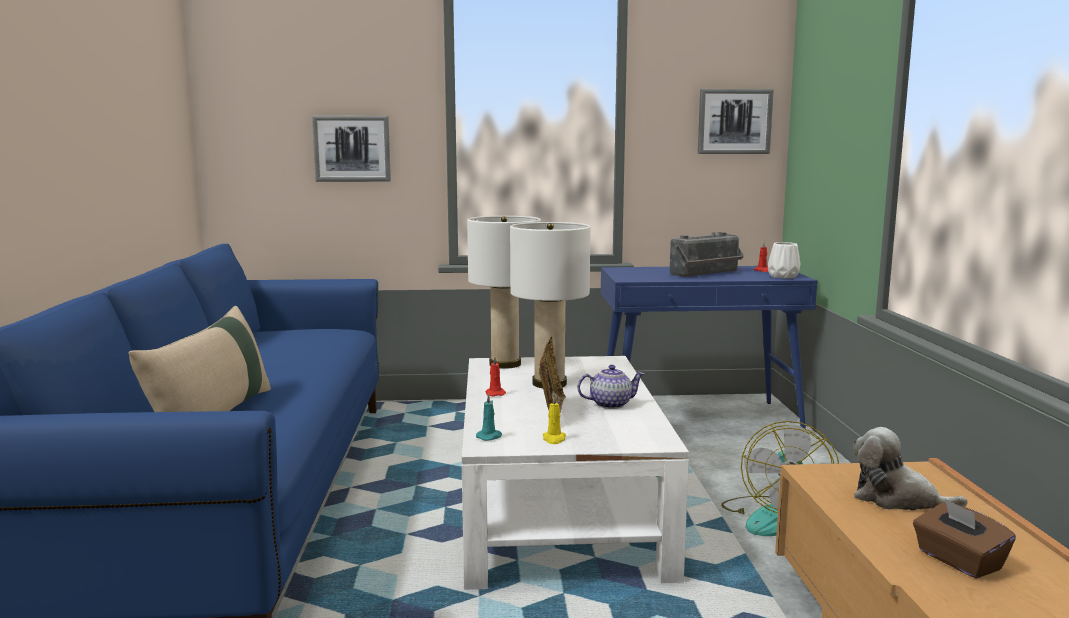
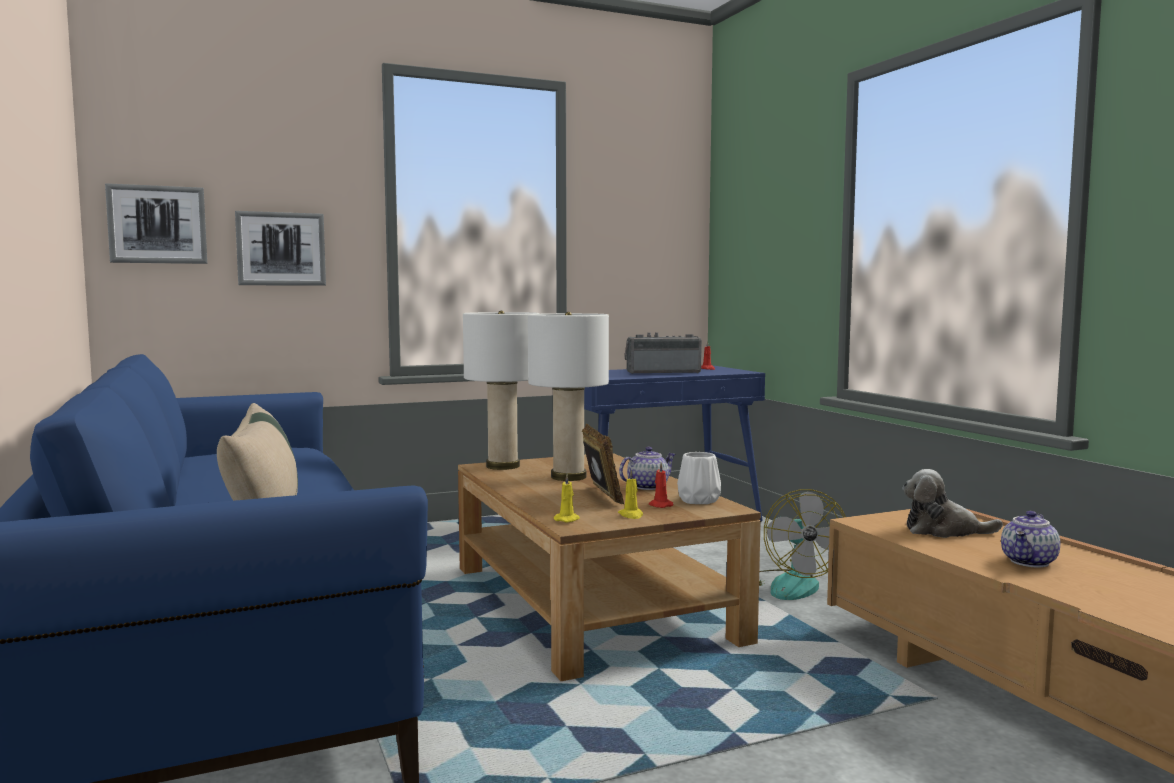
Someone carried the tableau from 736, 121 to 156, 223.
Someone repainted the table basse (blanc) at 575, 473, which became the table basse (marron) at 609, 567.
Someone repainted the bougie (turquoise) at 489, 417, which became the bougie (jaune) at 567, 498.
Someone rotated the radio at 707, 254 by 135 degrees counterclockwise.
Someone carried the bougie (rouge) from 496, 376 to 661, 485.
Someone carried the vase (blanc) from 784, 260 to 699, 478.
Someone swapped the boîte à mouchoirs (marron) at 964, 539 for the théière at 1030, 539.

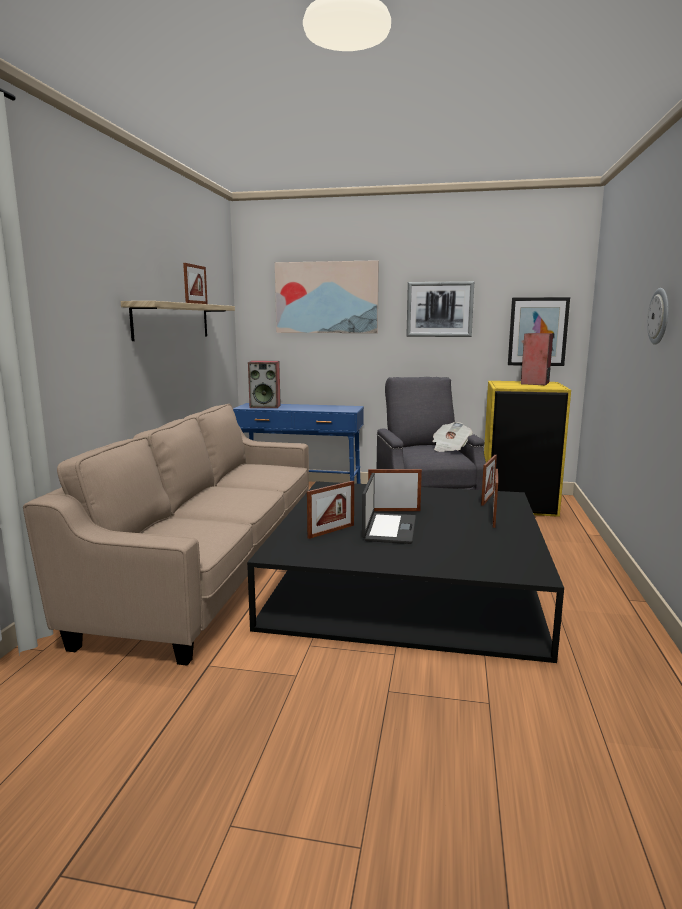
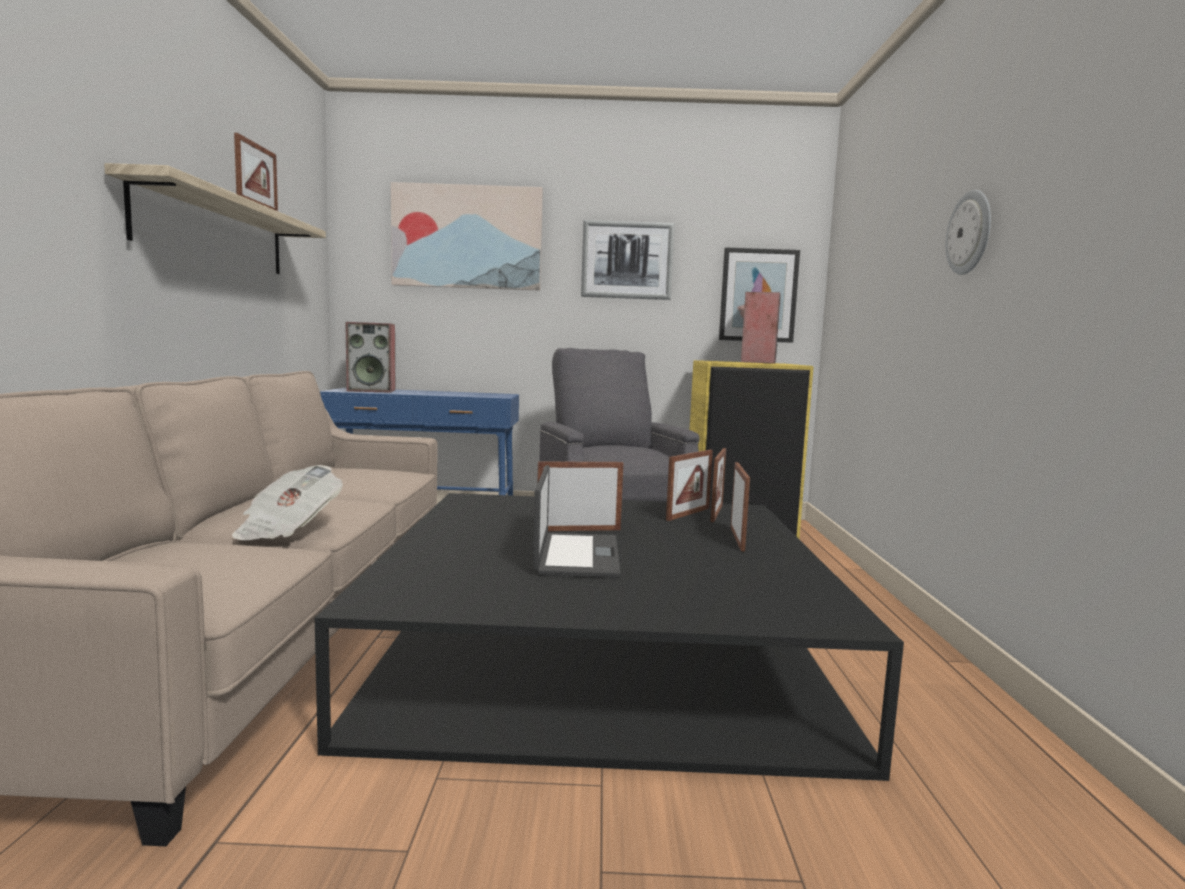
Someone carried the journal from 452, 437 to 287, 502.
Someone carried the cadre photo from 330, 510 to 689, 485.

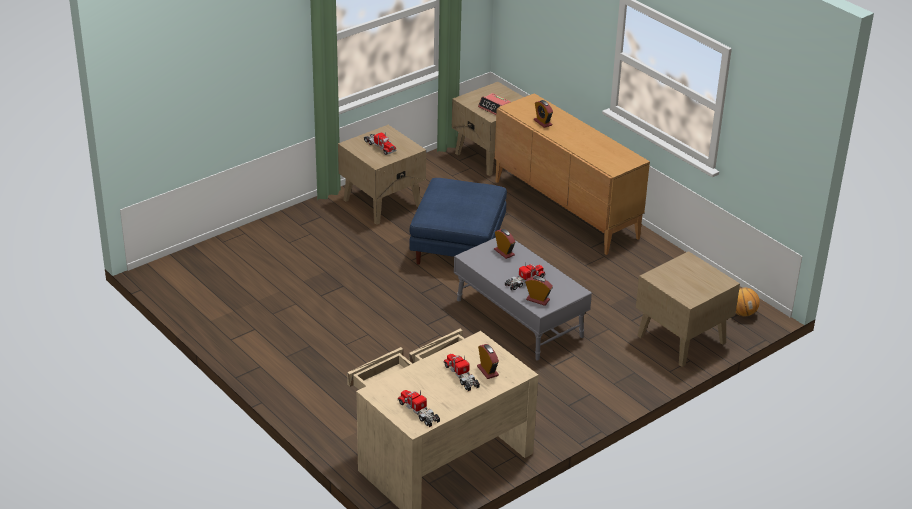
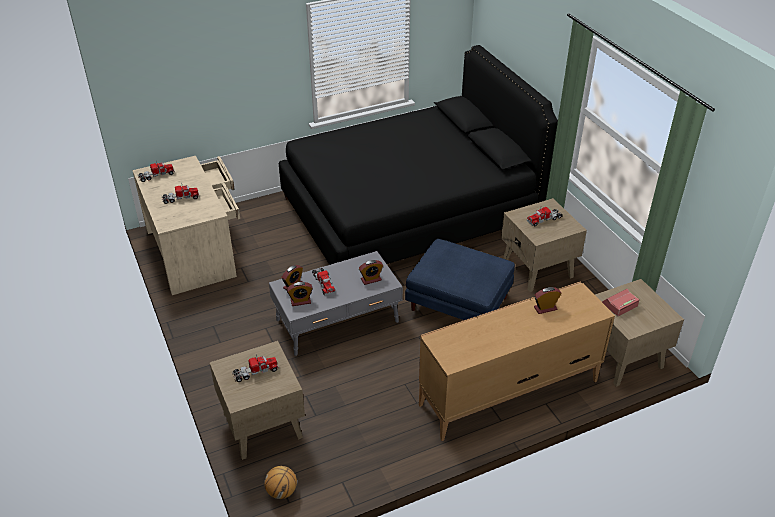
Someone put down the camion jouet at 255, 368.
Someone put down the lit (noir) at 418, 155.
Someone carried the réveil from 488, 361 to 300, 294.

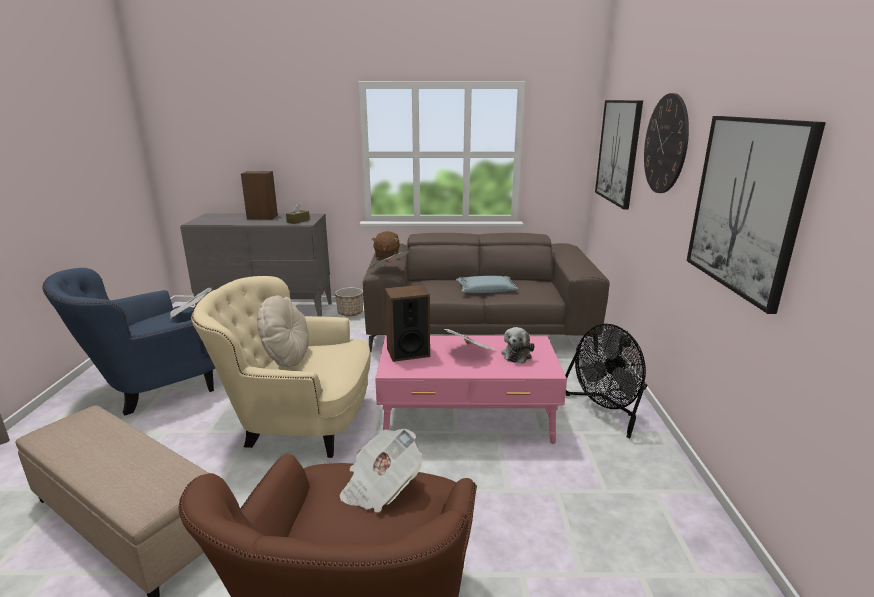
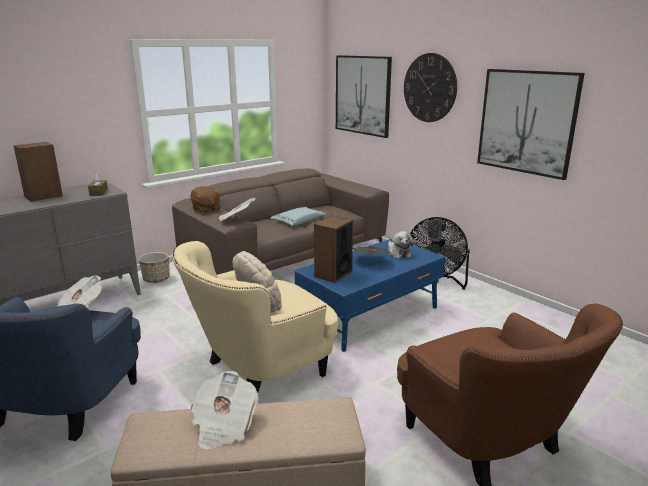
Someone carried the journal from 381, 470 to 224, 410.
Someone repainted the table basse (rose) at 471, 390, which became the table basse (bleu) at 370, 295.

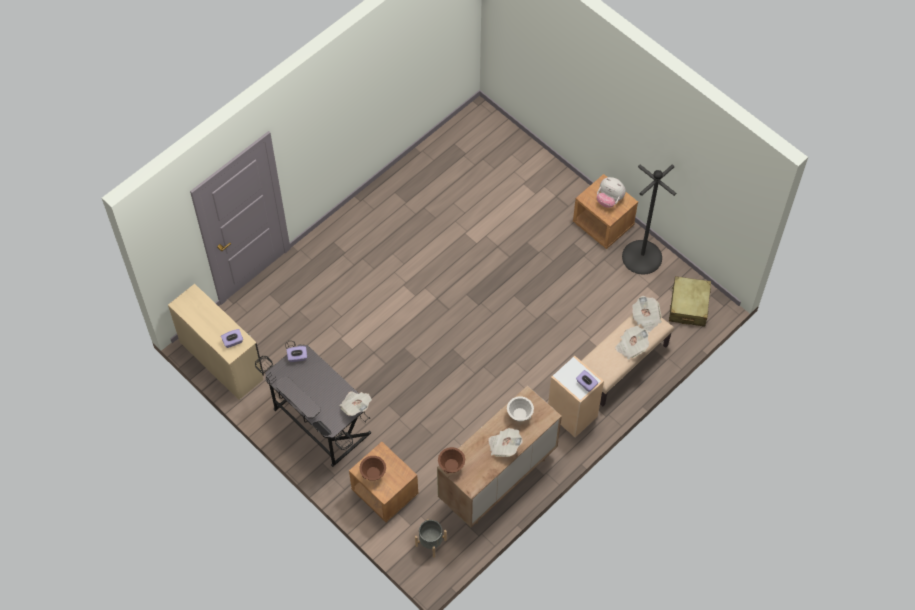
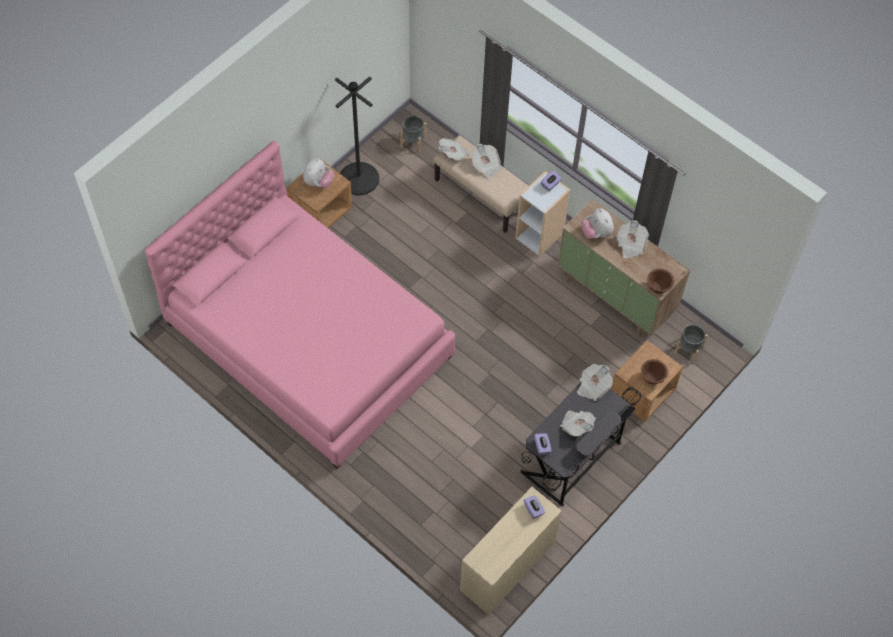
Someone put down the lit (rose) at 300, 305.
Someone swapped the valise (beige) at 690, 301 for the cache-pot (gris) at 413, 133.
Someone put down the journal at 578, 423.
Someone swapped the bol (blanc) at 520, 409 for the peluche at 597, 223.

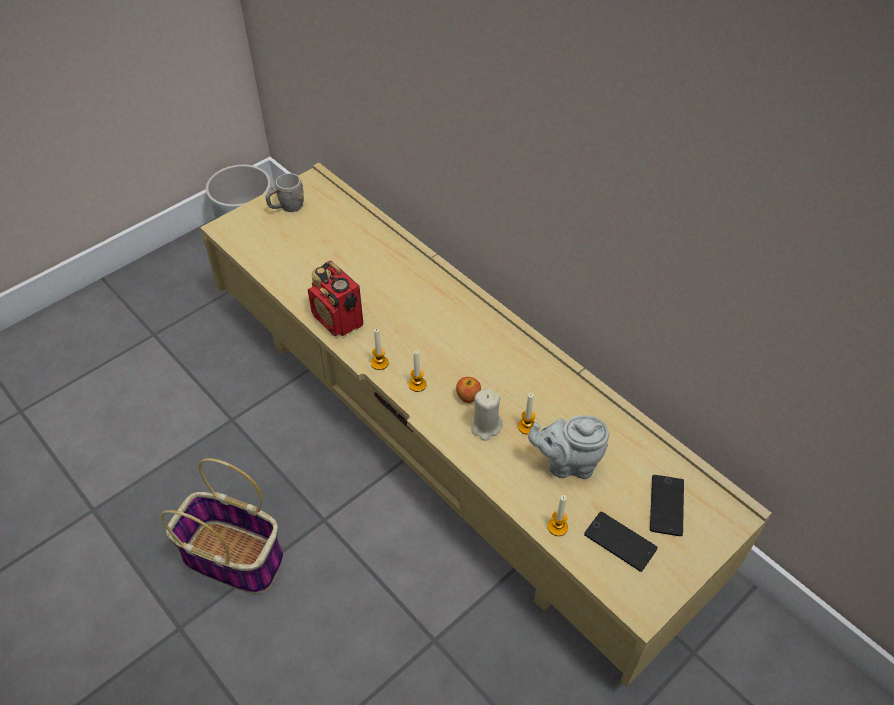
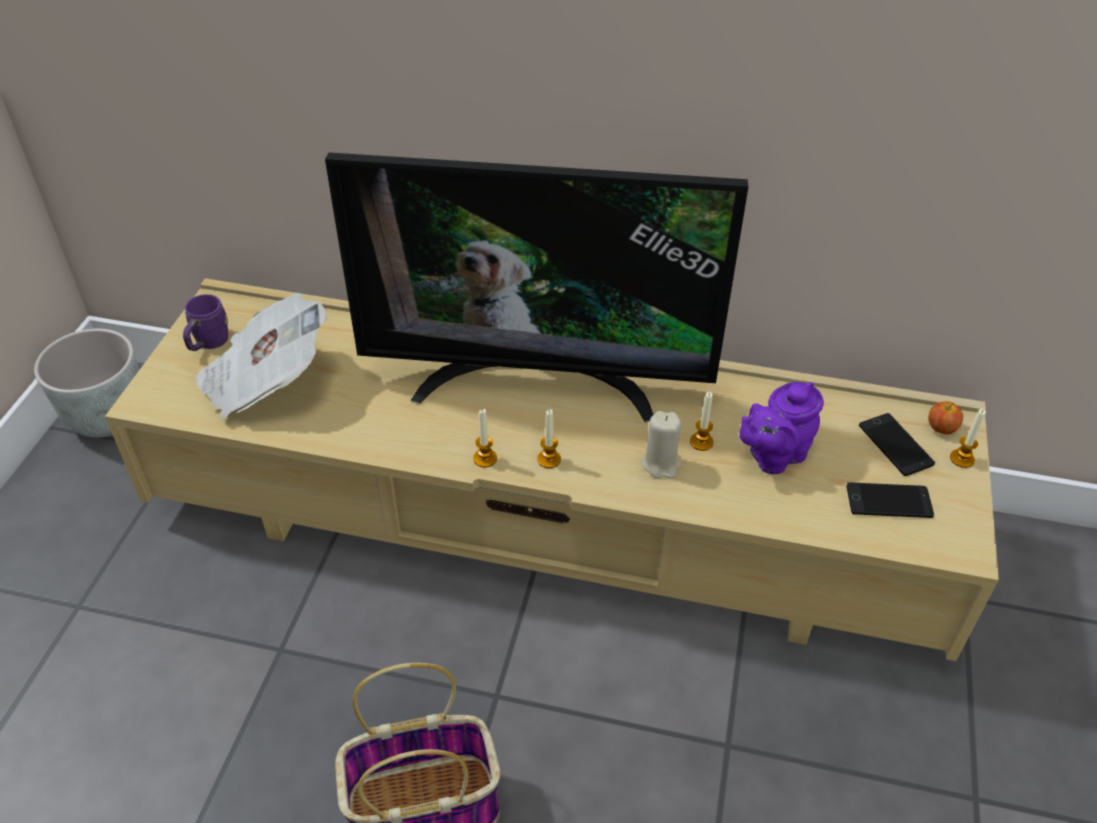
Someone repainted the mug (gris) at 285, 192, which became the mug (violet) at 205, 322.
Someone put down the journal at 261, 356.
Someone put down the téléviseur at 537, 287.
Someone repainted the théière (gris) at 568, 447, which became the théière (violet) at 782, 428.
Someone carried the pomme from 468, 390 to 945, 417.
Someone carried the bougie from 558, 515 to 968, 438.
Someone took away the radio at 335, 298.

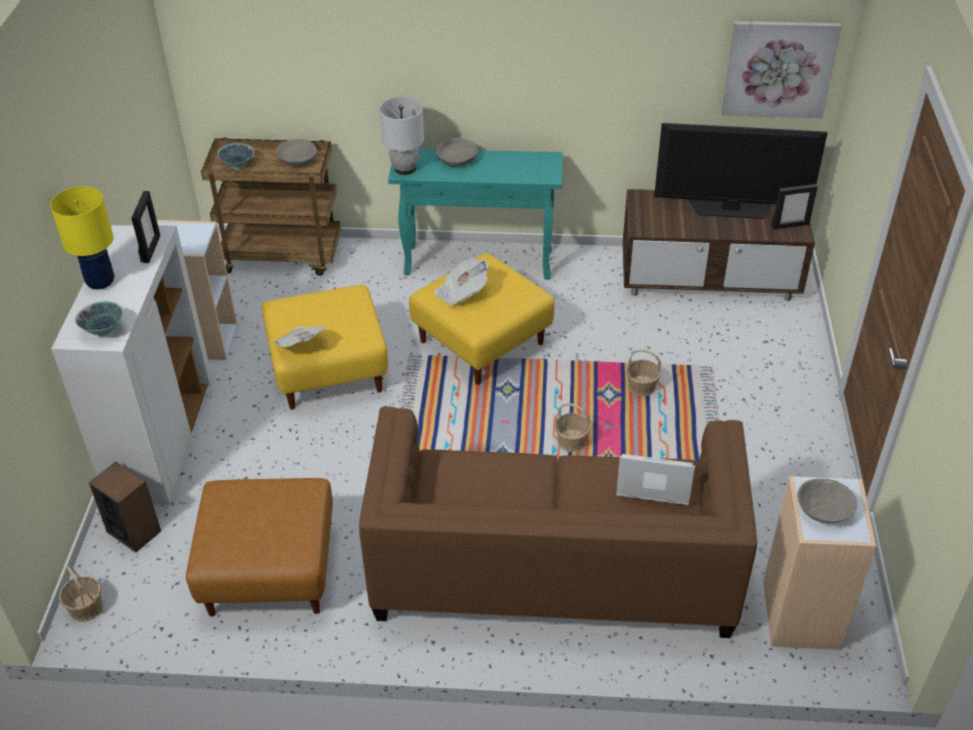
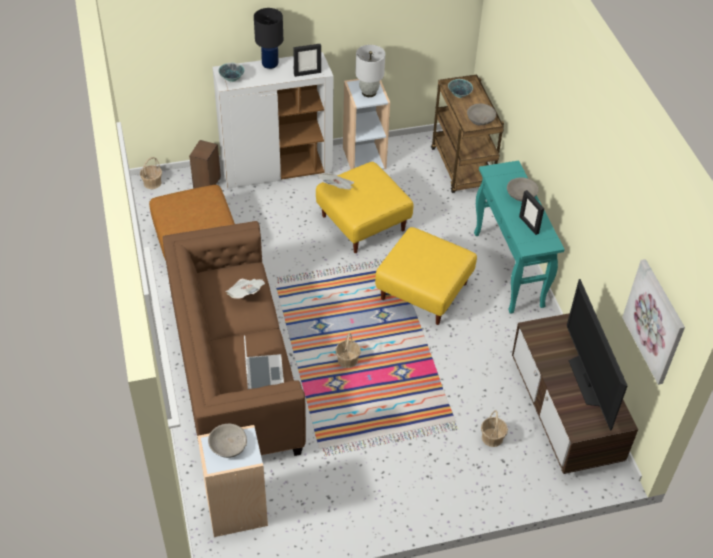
Someone carried the journal from 461, 281 to 245, 288.
Someone repainted the lampe de table (jaune) at 82, 238, which became the lampe de table (noir) at 268, 38.
Someone carried the lampe de table (blanc) from 402, 136 to 370, 71.
Someone carried the panier from 643, 372 to 494, 428.
Someone carried the cadre photo from 794, 207 to 531, 212.

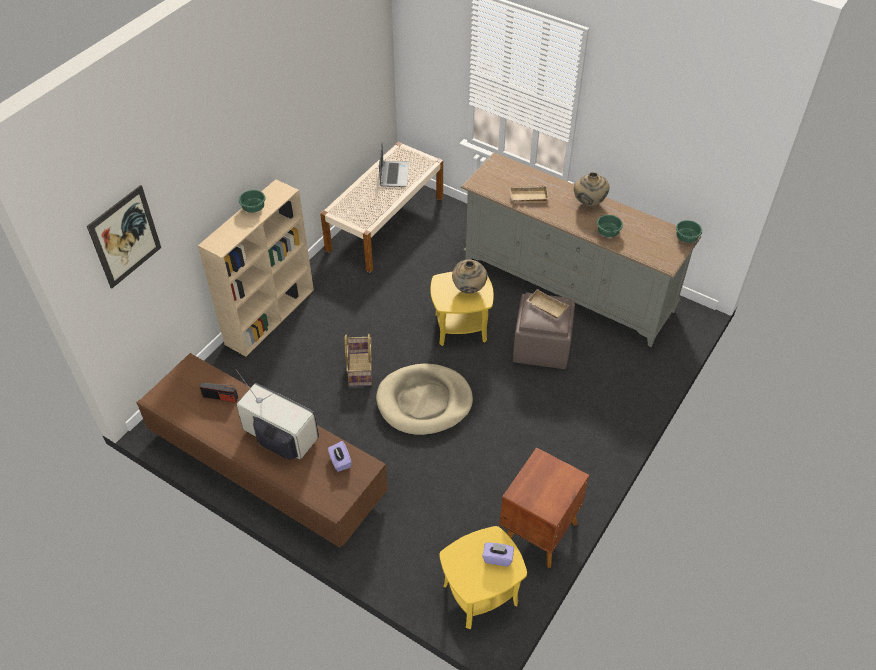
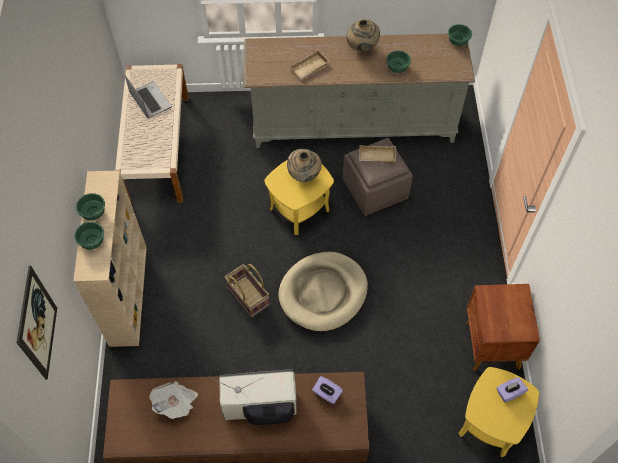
Someone put down the bol (vert) at 89, 236.
Someone swapped the radio at 218, 392 for the journal at 173, 400.

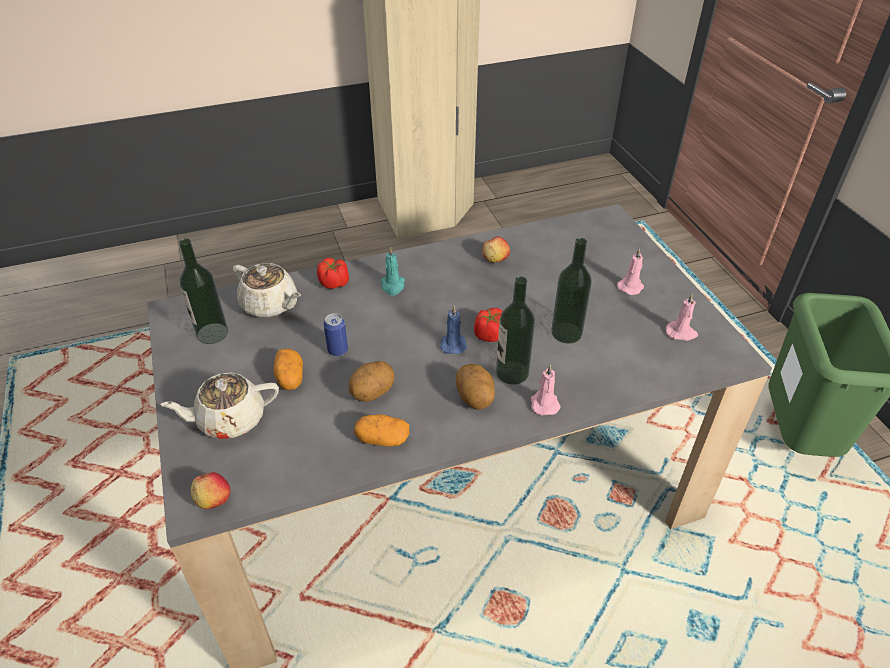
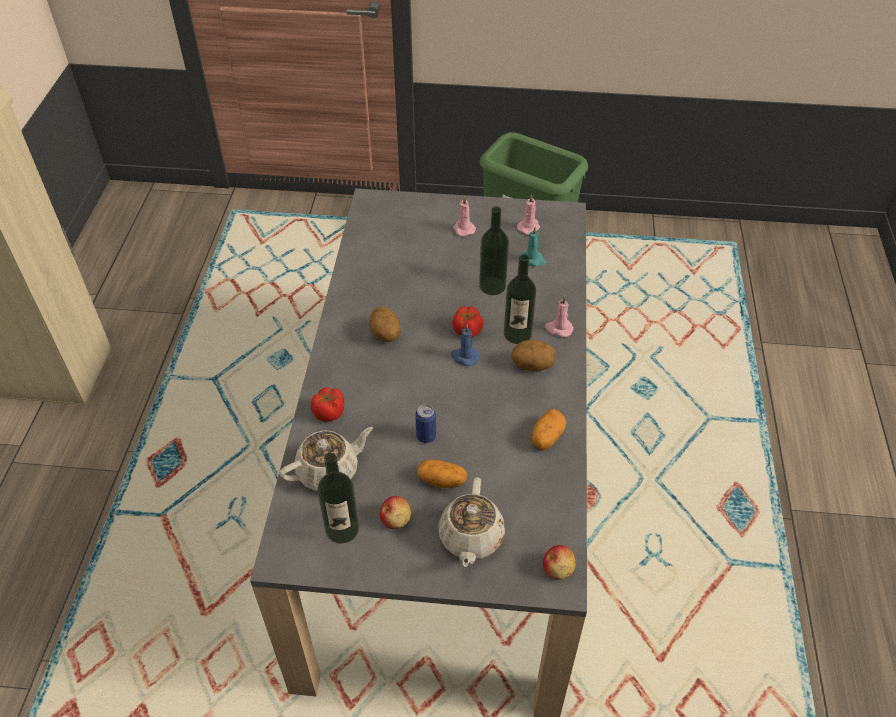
Someone carried the pomme de terre from 372, 381 to 385, 324.
Someone carried the pomme from 496, 250 to 395, 512.
Someone carried the bougie (turquoise) from 393, 271 to 533, 246.

